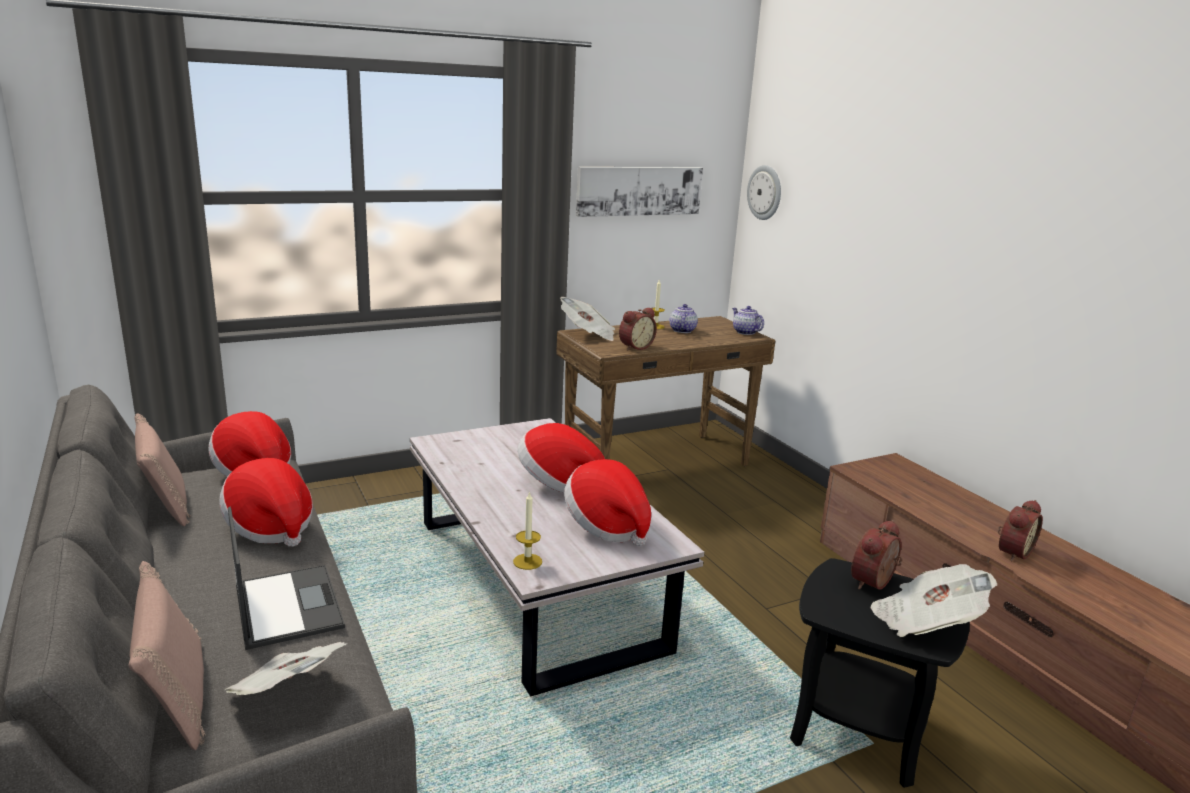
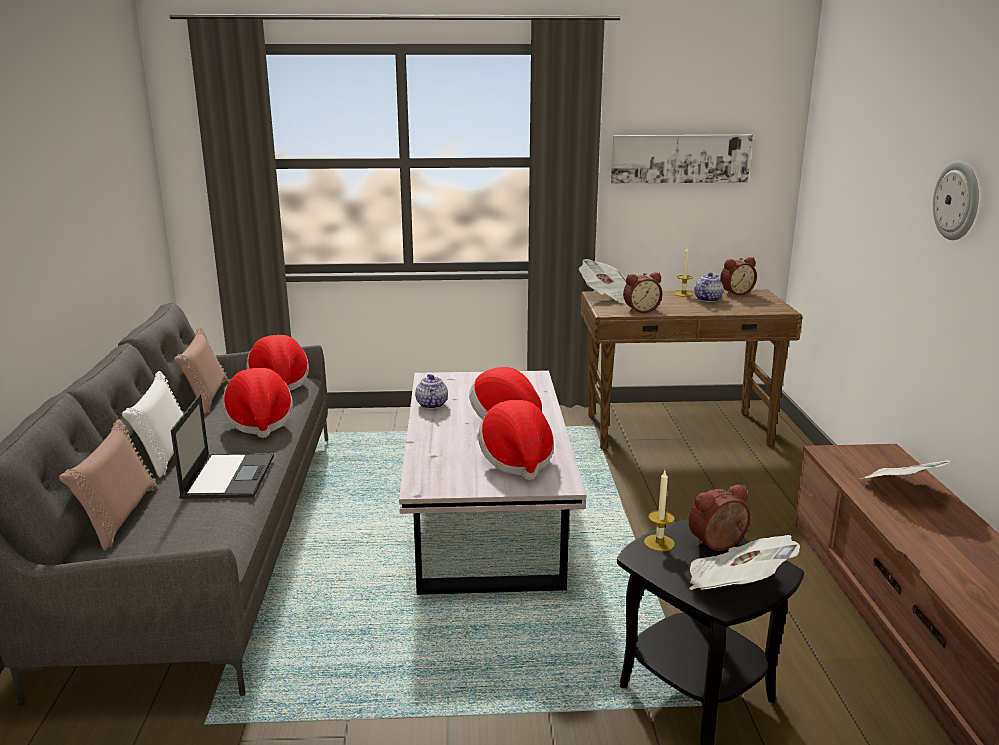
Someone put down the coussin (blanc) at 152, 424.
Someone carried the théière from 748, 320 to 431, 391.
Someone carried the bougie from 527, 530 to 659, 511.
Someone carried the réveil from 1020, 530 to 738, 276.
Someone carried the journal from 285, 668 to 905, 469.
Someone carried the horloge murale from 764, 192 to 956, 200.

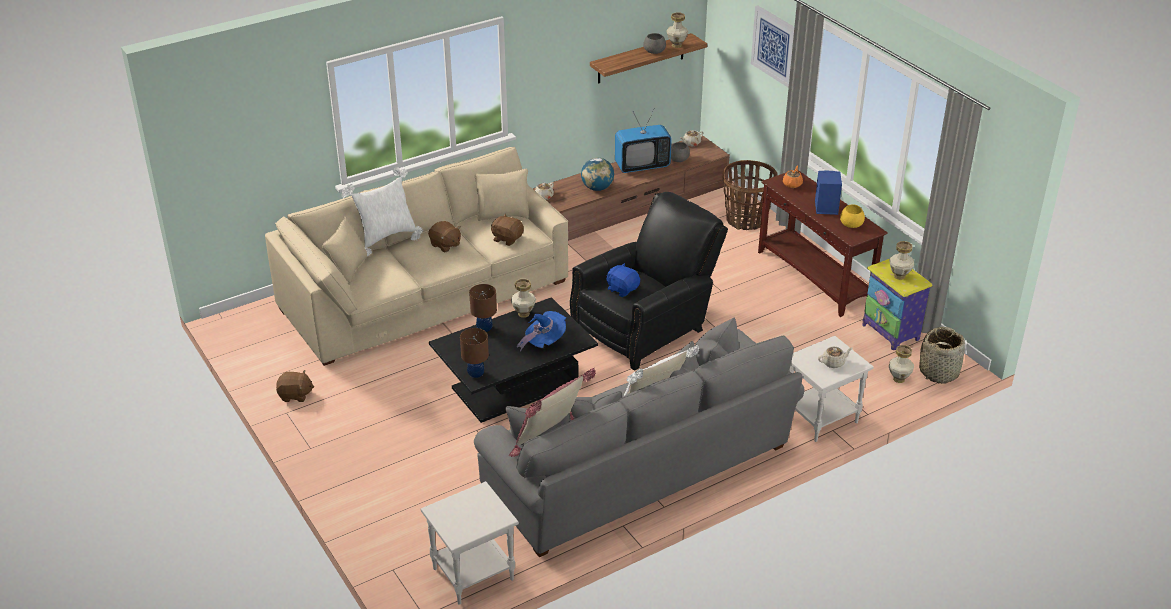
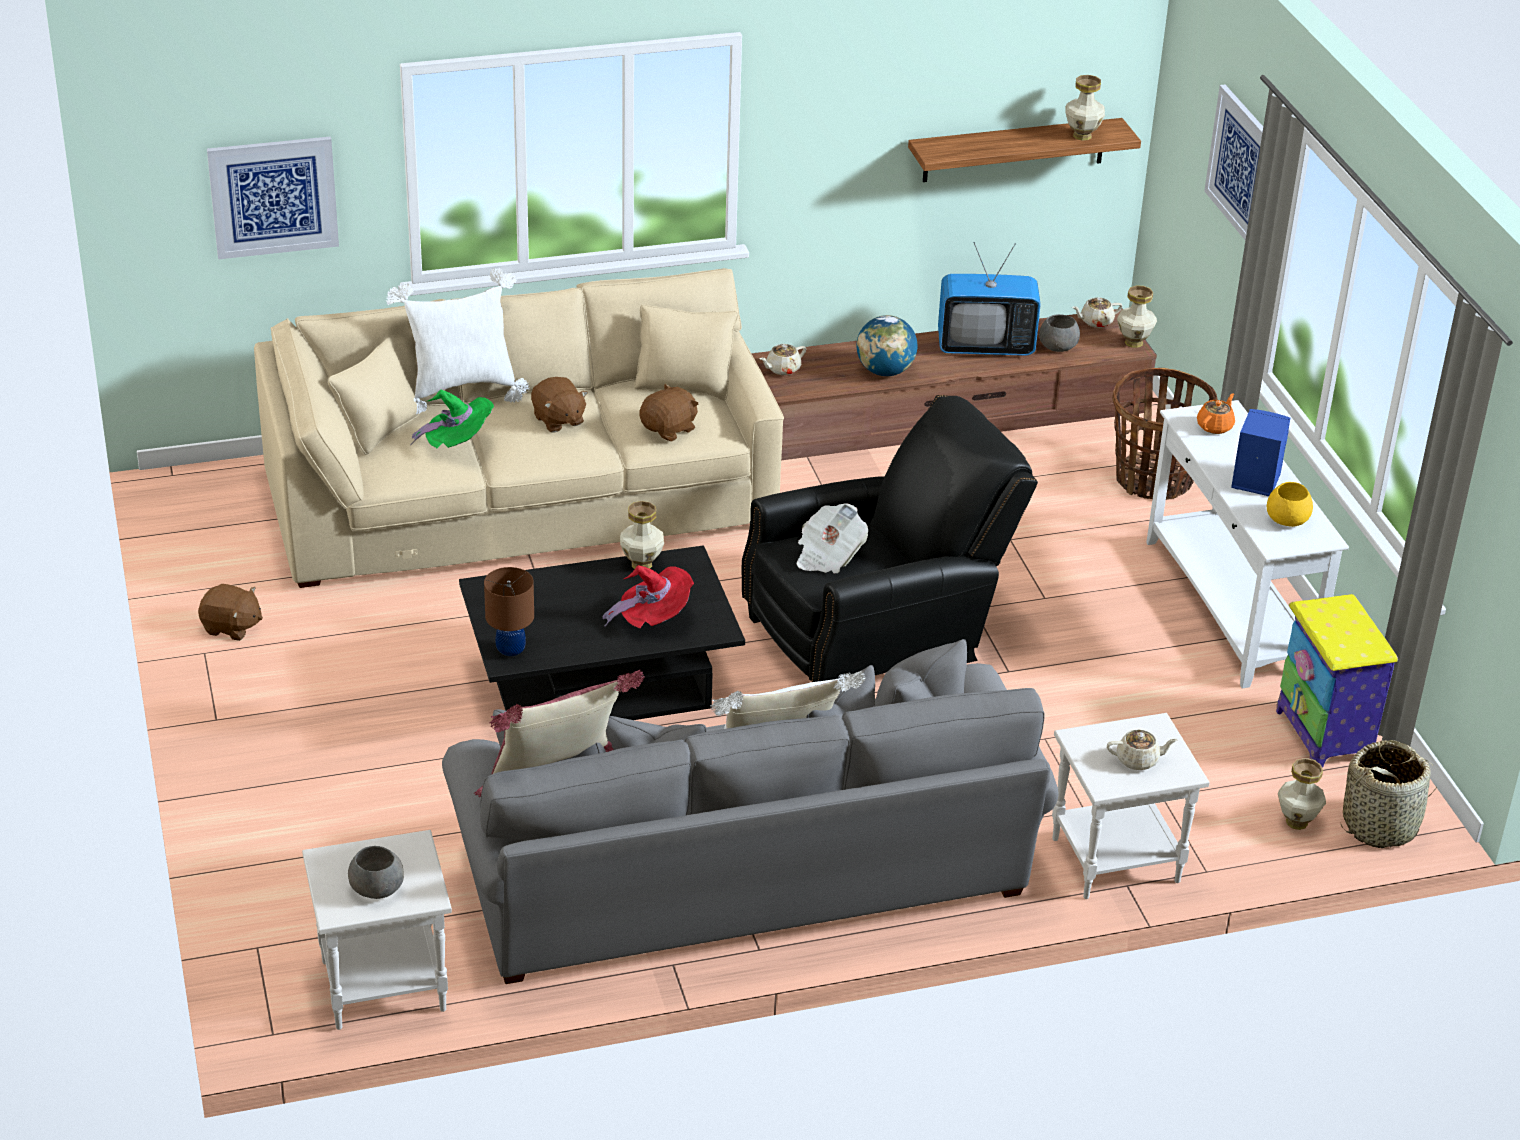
Someone put up the tableau at 273, 197.
Someone carried the bol (gris) from 654, 43 to 376, 872.
Someone put down the chapeau (vert) at 452, 419.
Someone repainted the chapeau (bleu) at 541, 331, which became the chapeau (rouge) at 648, 596.
Someone rotated the peluche (marron) at 507, 230 by 90 degrees clockwise.
Someone swapped the peluche (bleu) at 623, 280 for the journal at 832, 538.
Someone carried the vase from 901, 260 to 1137, 316.
Someone repainted the table console (marron) at 823, 243, which became the table console (blanc) at 1247, 544.
Someone took away the lampe de table (marron) at 483, 308.

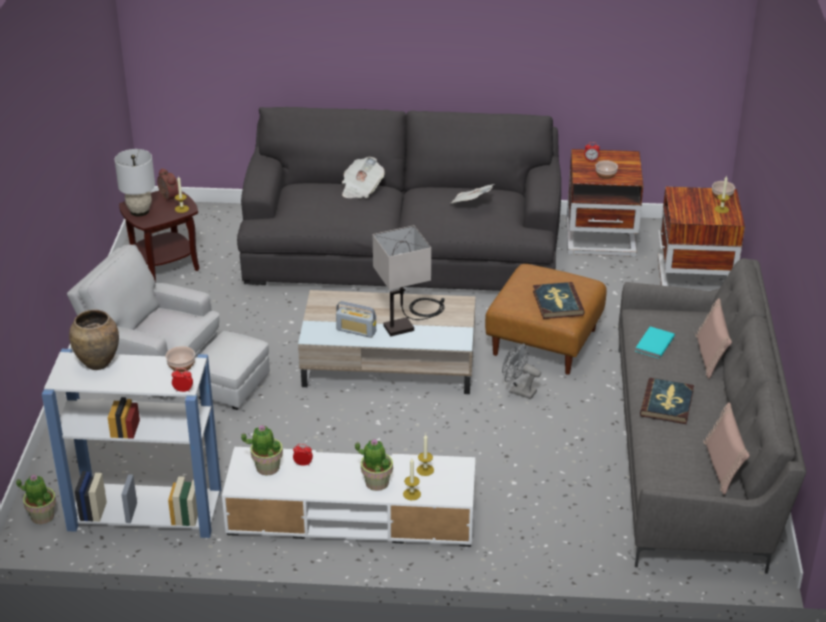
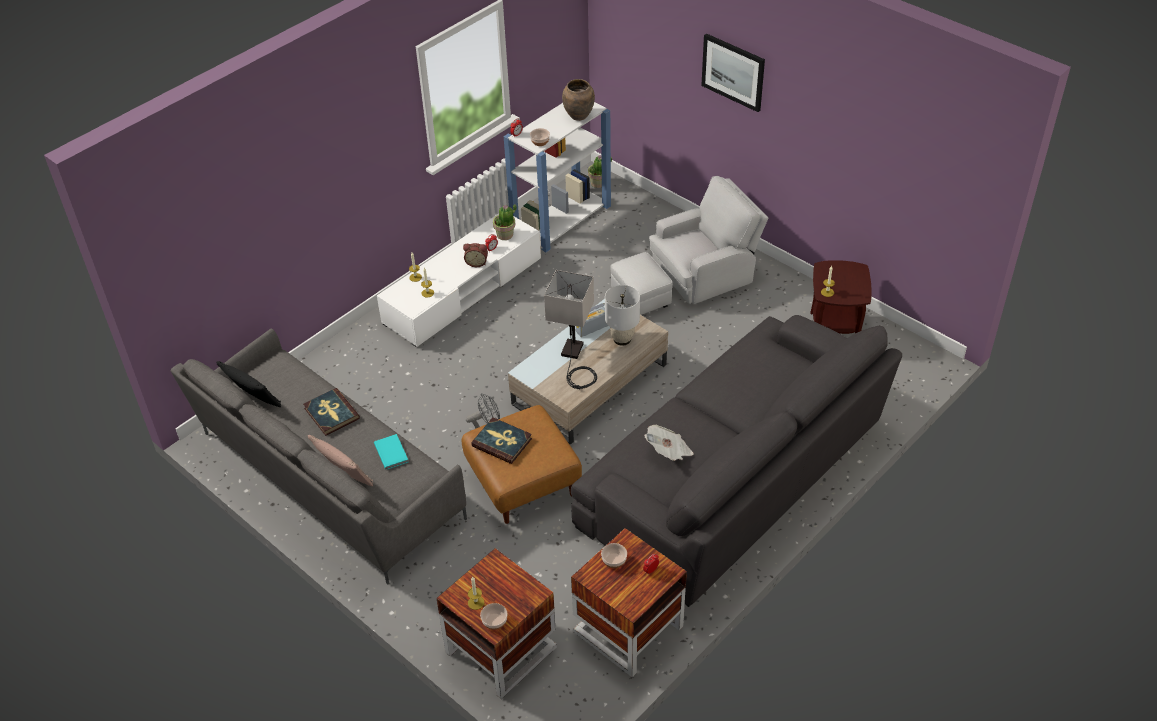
Someone repainted the coussin (beige) at 726, 448, which became the coussin (noir) at 248, 384.
Someone carried the réveil from 168, 184 to 475, 255.
Someone carried the lampe de table (blanc) from 134, 182 to 622, 315.
Someone put up the tableau at 733, 72.
Someone took away the journal at 363, 177.
Someone took away the plante en pot at 374, 465.

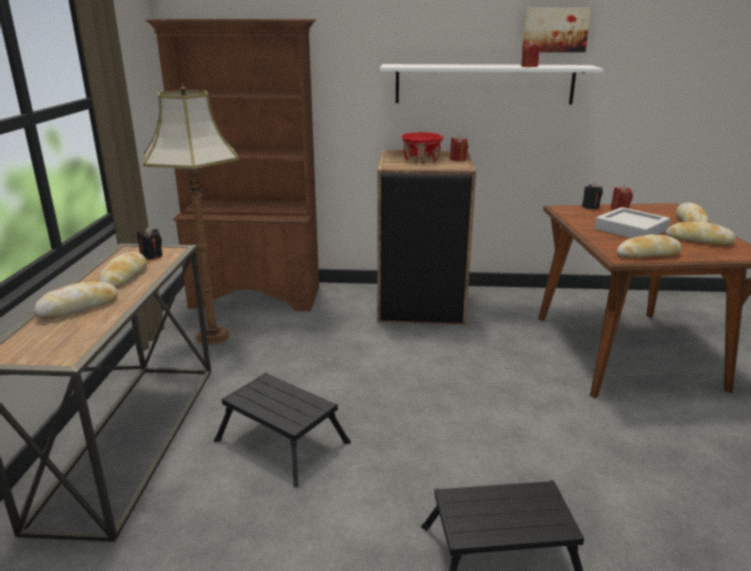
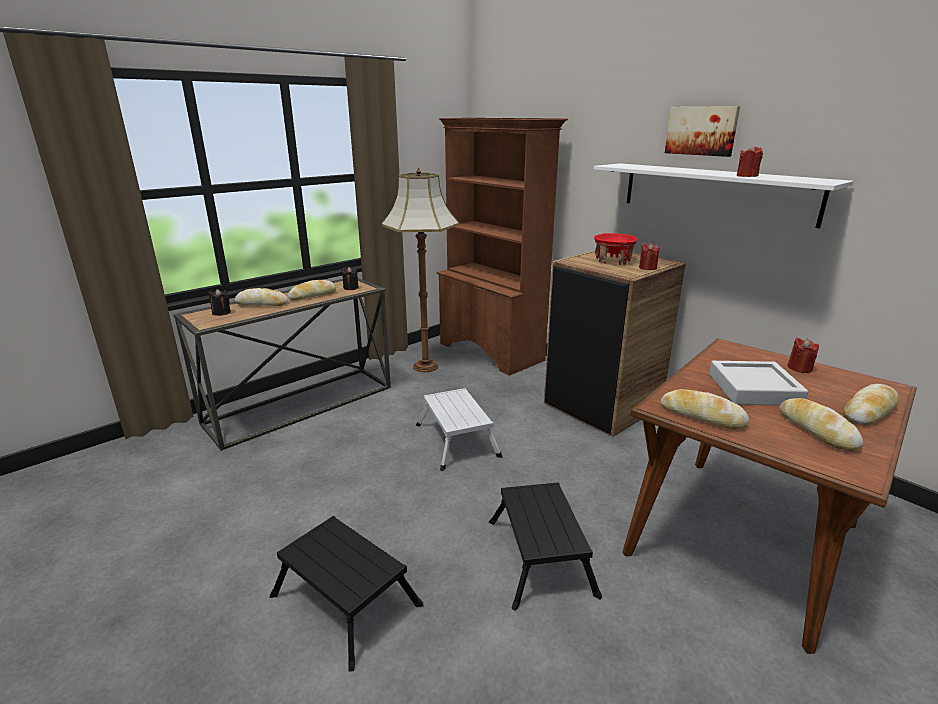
Someone carried the bougie (noir) from 592, 196 to 220, 302.
Someone put down the escabeau (blanc) at 459, 429.
Someone carried the escabeau (noir) from 282, 430 to 545, 546.
Someone carried the tableau from 557, 30 to 702, 131.

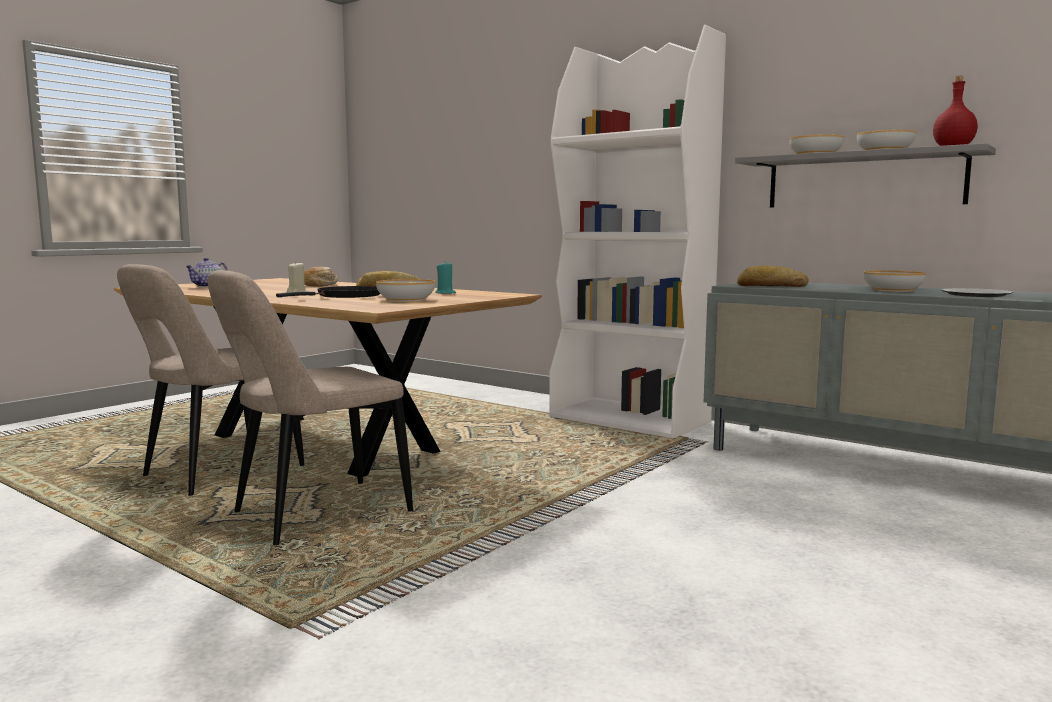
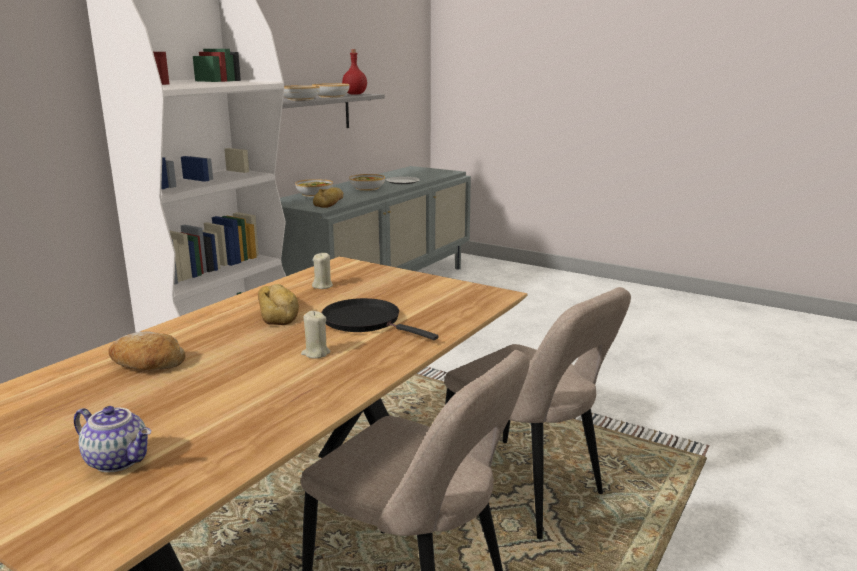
Someone carried the bol from 405, 290 to 314, 188.
Someone repainted the bougie (turquoise) at 445, 278, which became the bougie (beige) at 322, 271.

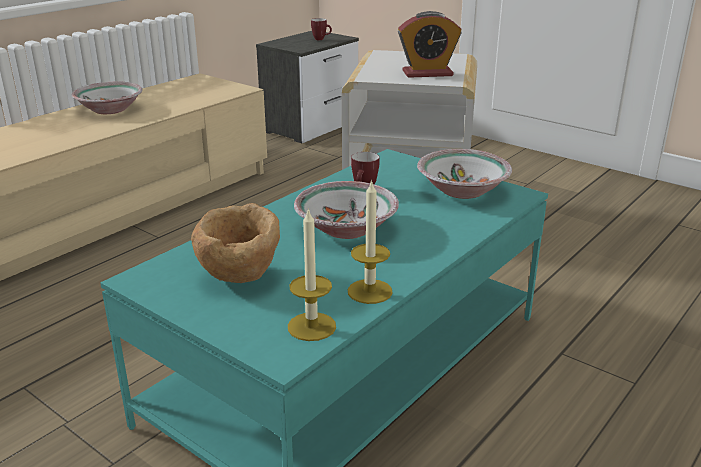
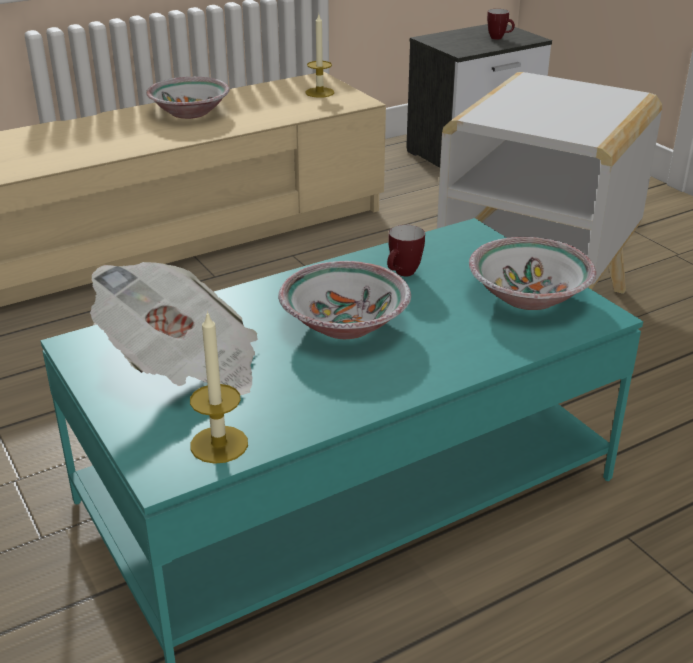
Someone swapped the bol (marron) at 235, 243 for the journal at 174, 328.
Someone carried the bougie from 370, 241 to 320, 56.
Someone took away the réveil at 430, 44.

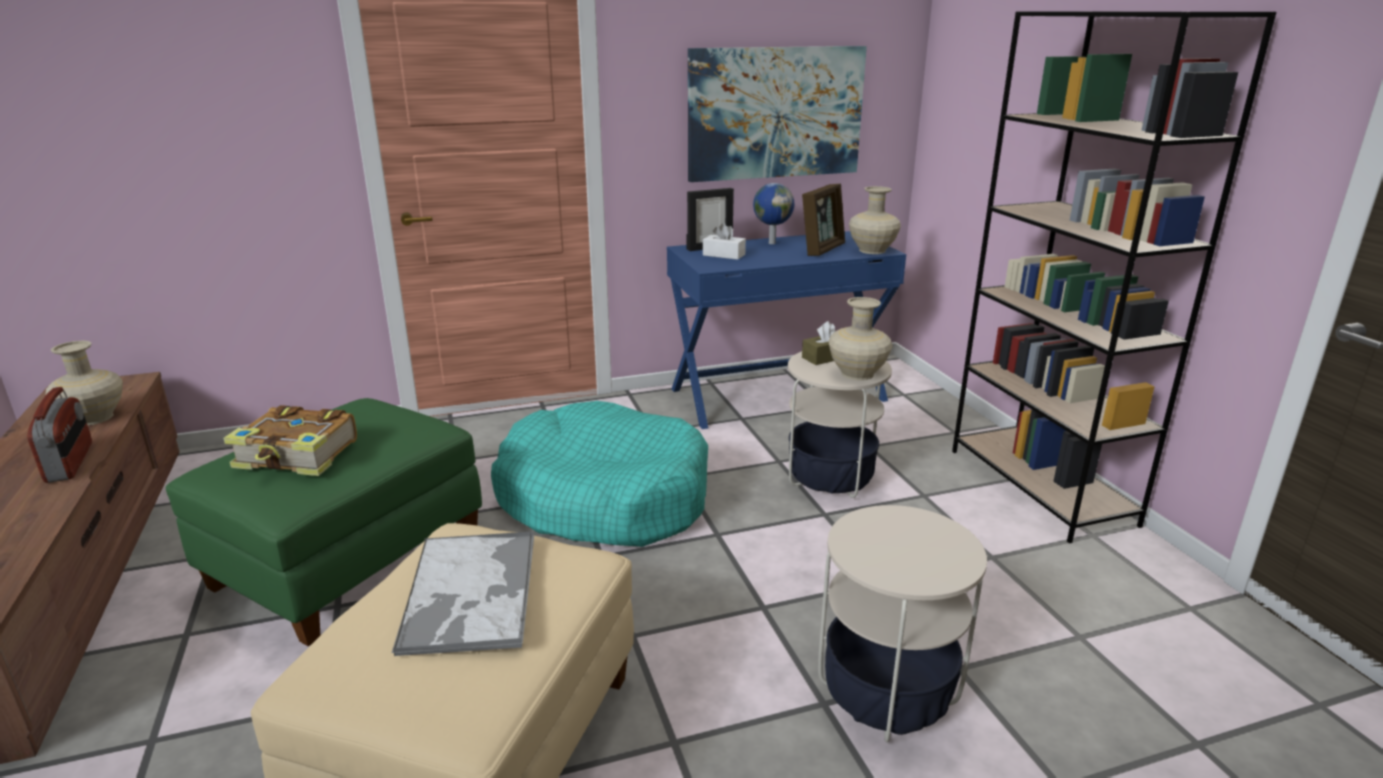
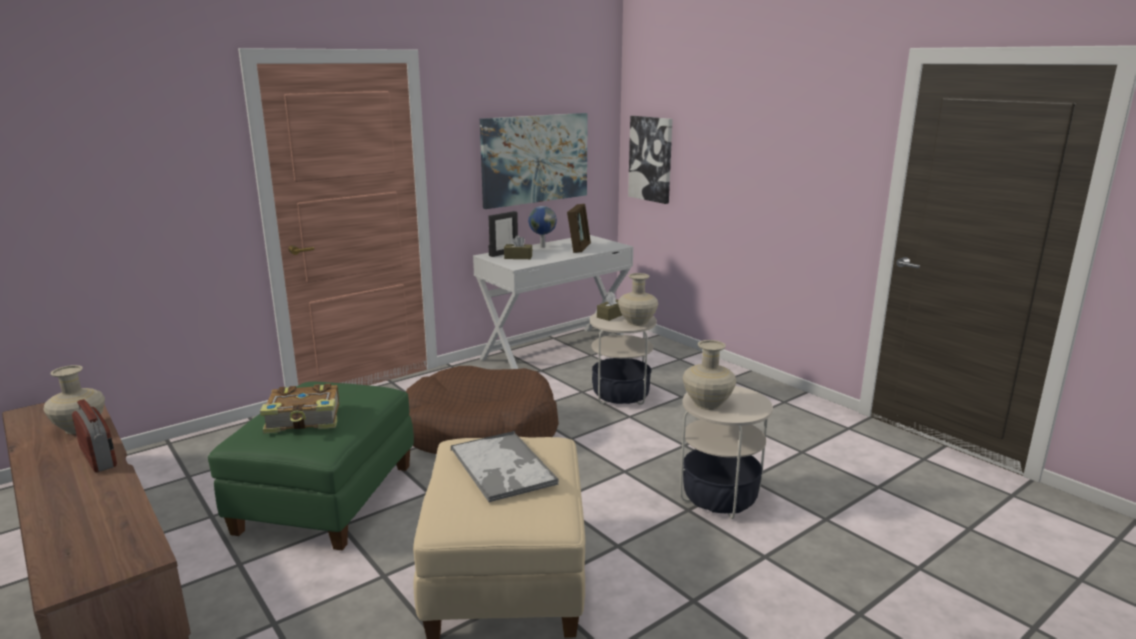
Someone repainted the panier pour chien (turquoise) at 599, 474, which became the panier pour chien (marron) at 482, 410.
Someone repainted the table console (bleu) at 786, 330, which became the table console (blanc) at 553, 302.
Someone repainted the boîte à mouchoirs (blanc) at 724, 241, which became the boîte à mouchoirs (marron) at 518, 247.
Someone put up the tableau at 650, 160.
Someone carried the vase (beige) from 875, 220 to 709, 375.
Someone took away the bibliothèque (beige) at 1114, 277.

